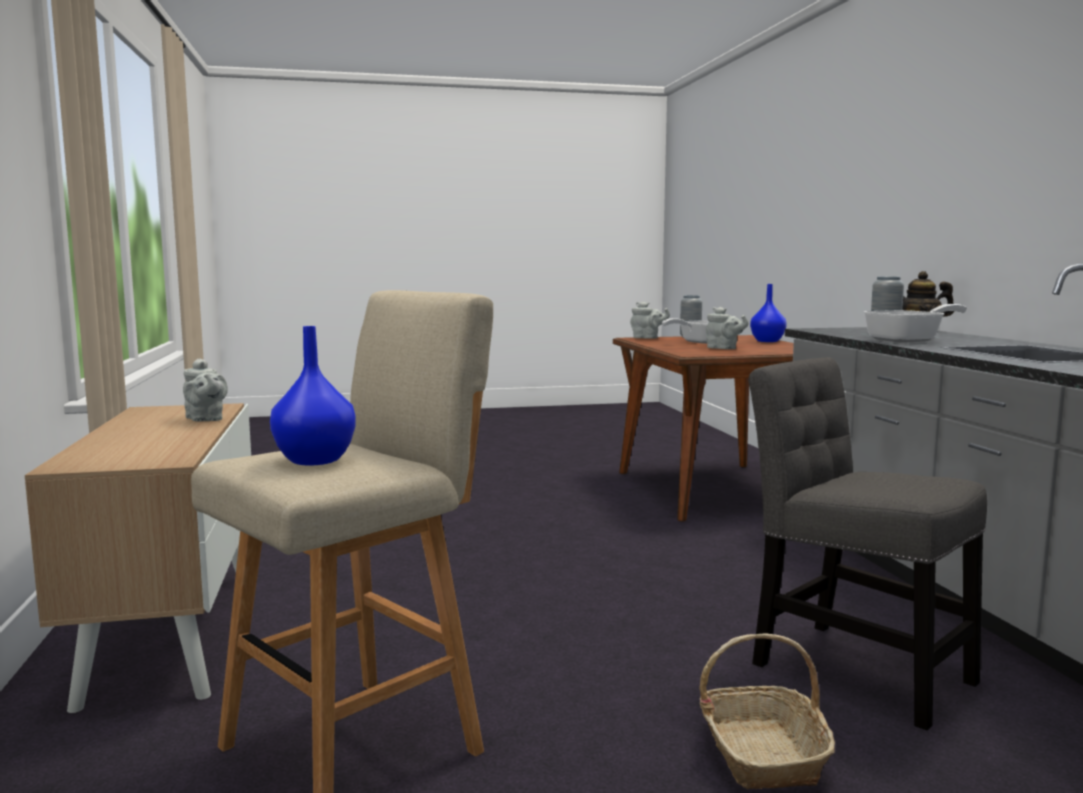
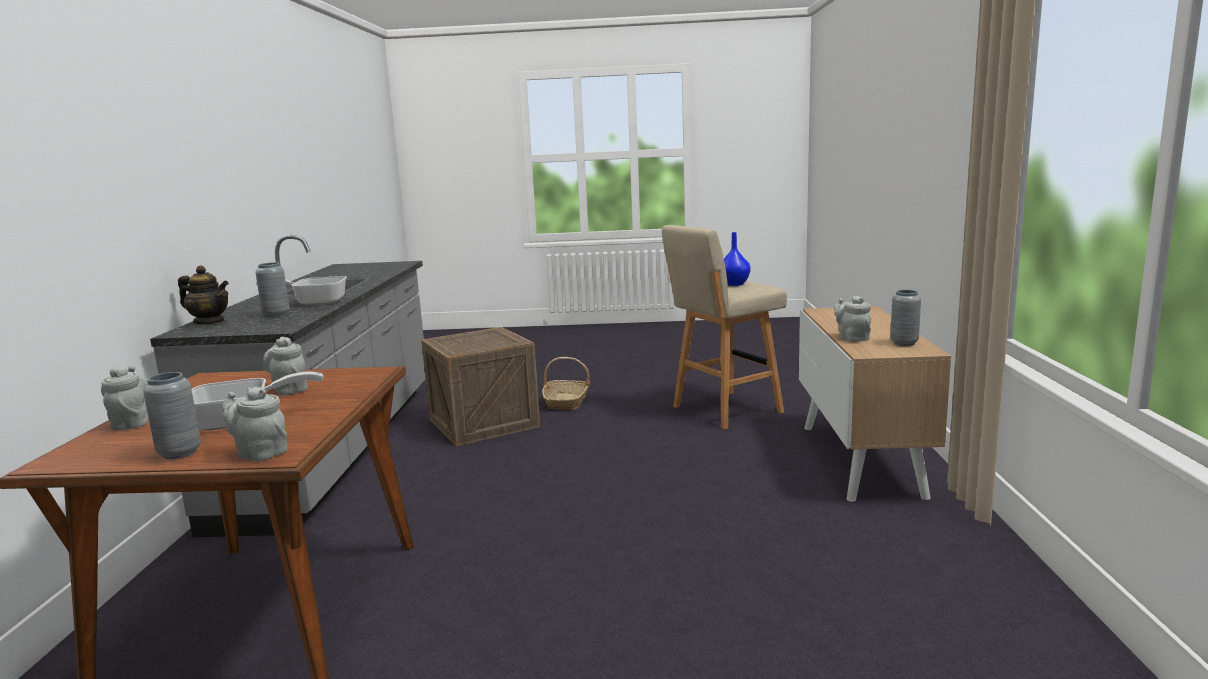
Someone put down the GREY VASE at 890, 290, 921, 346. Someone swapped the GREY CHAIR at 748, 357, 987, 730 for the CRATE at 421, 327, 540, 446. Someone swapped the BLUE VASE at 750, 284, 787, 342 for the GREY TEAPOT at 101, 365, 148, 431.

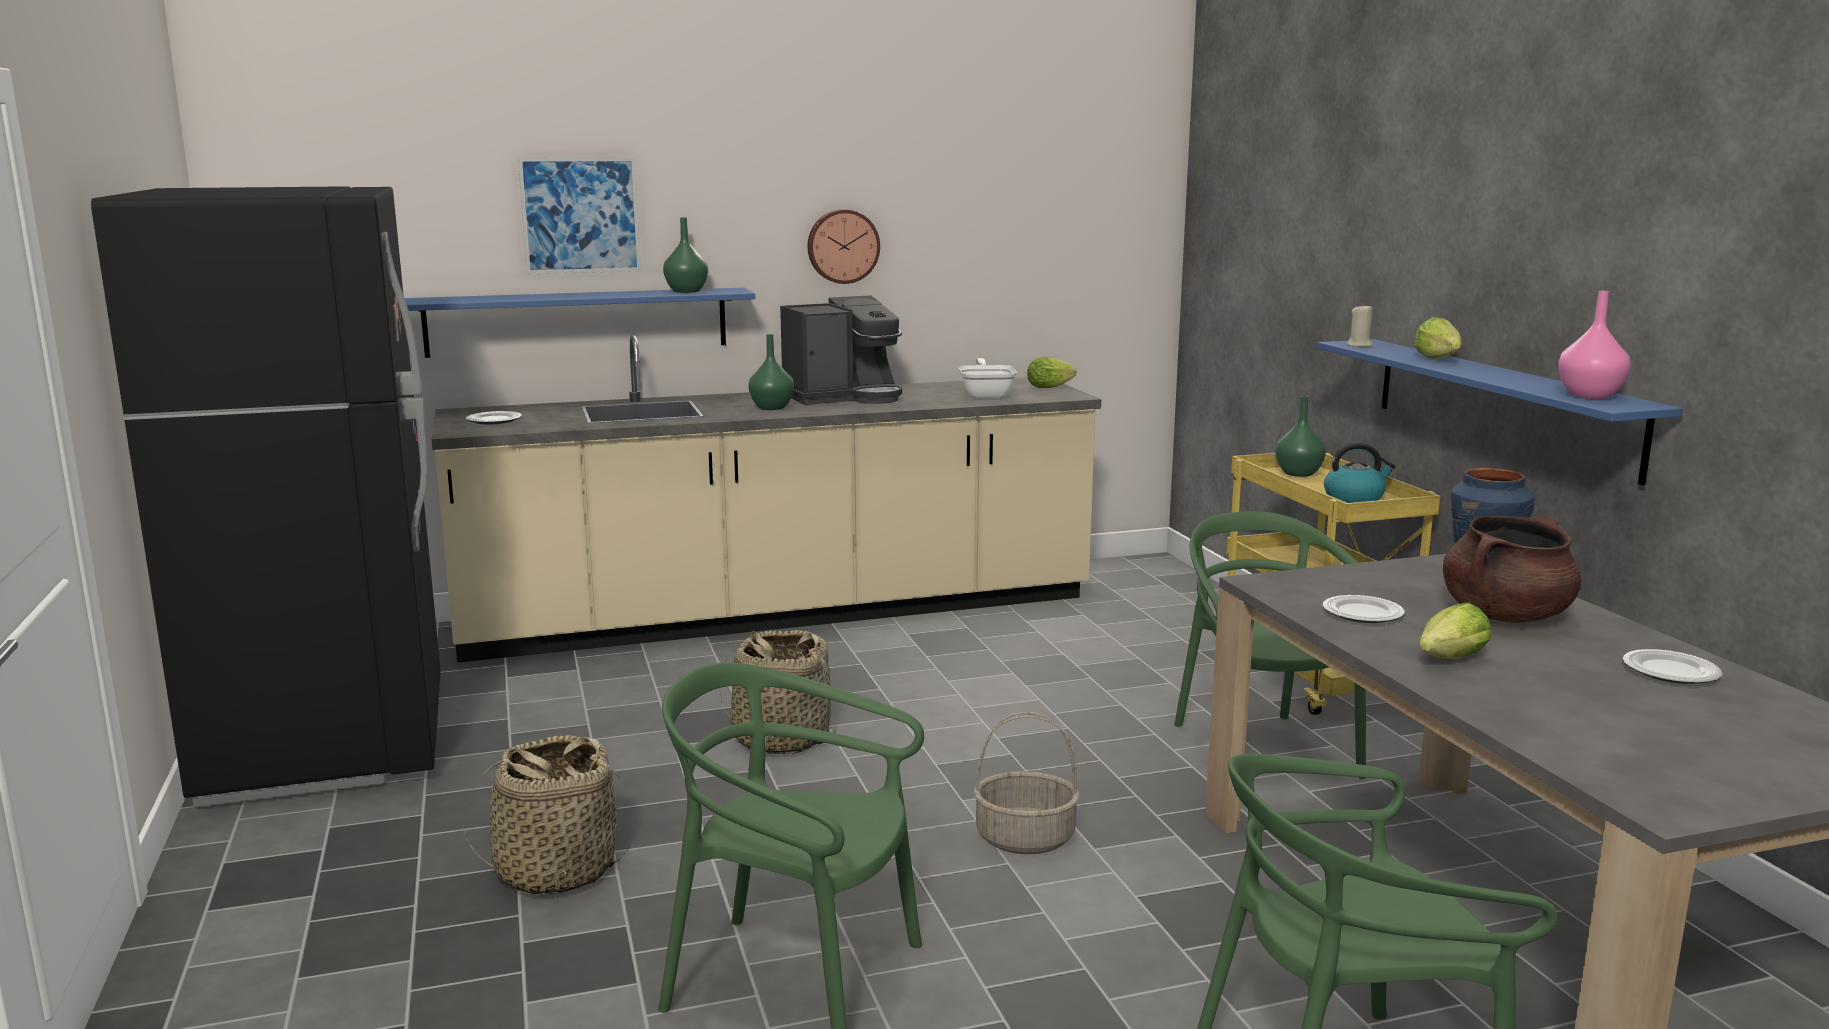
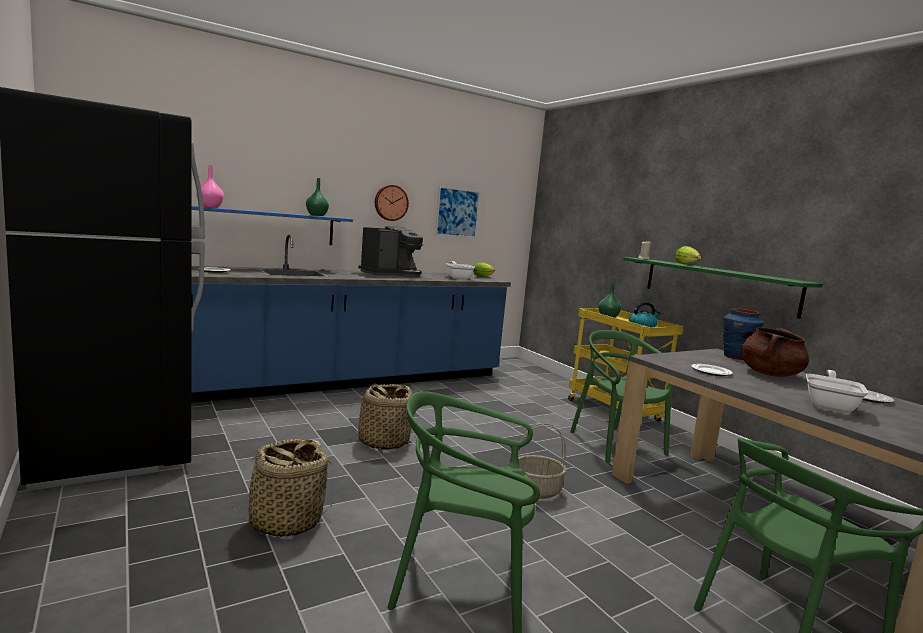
Someone took away the GREEN VASE at 748, 334, 794, 410. Someone took away the LETTUCE at 1419, 602, 1491, 659. Someone put down the FRYING PAN at 806, 370, 869, 413. Someone carried the PICTURE from 518, 157, 641, 274 to 435, 186, 480, 238. Someone carried the PINK VASE from 1558, 291, 1630, 399 to 196, 165, 224, 208. Someone repainted the BEIGE COUNTER at 431, 335, 1101, 663, which became the BLUE COUNTER at 191, 234, 511, 403. Someone repainted the BLUE SHELF at 1317, 339, 1683, 486, which became the GREEN SHELF at 623, 257, 823, 319.

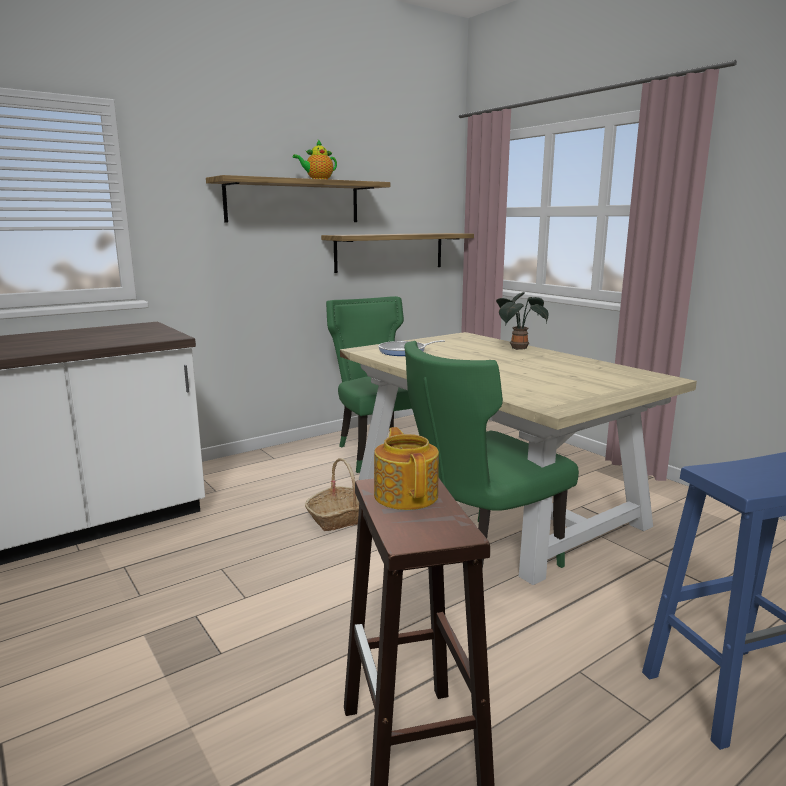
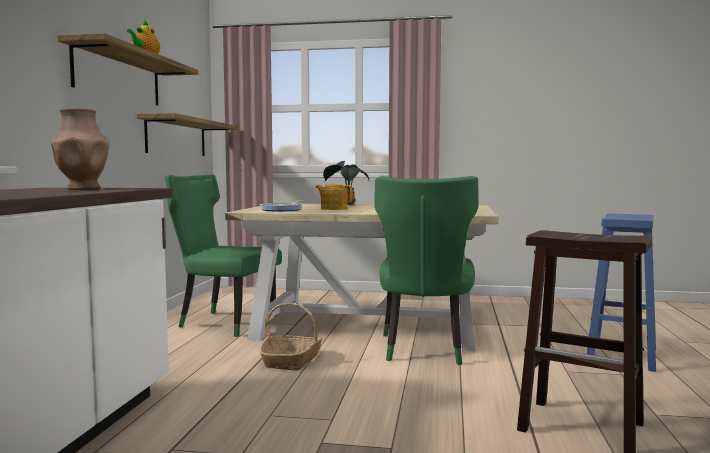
Someone put down the BROWN VASE at 51, 108, 109, 190. Someone carried the TEAPOT from 374, 427, 439, 510 to 315, 185, 353, 210.

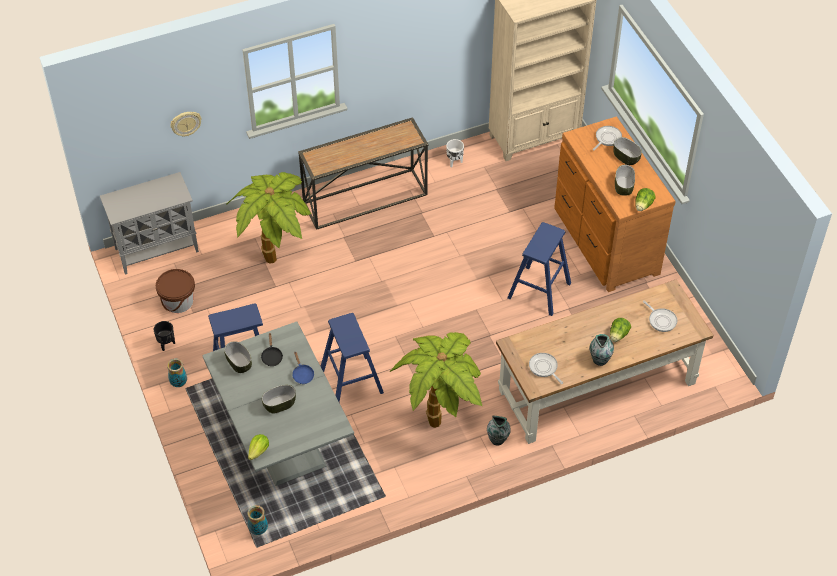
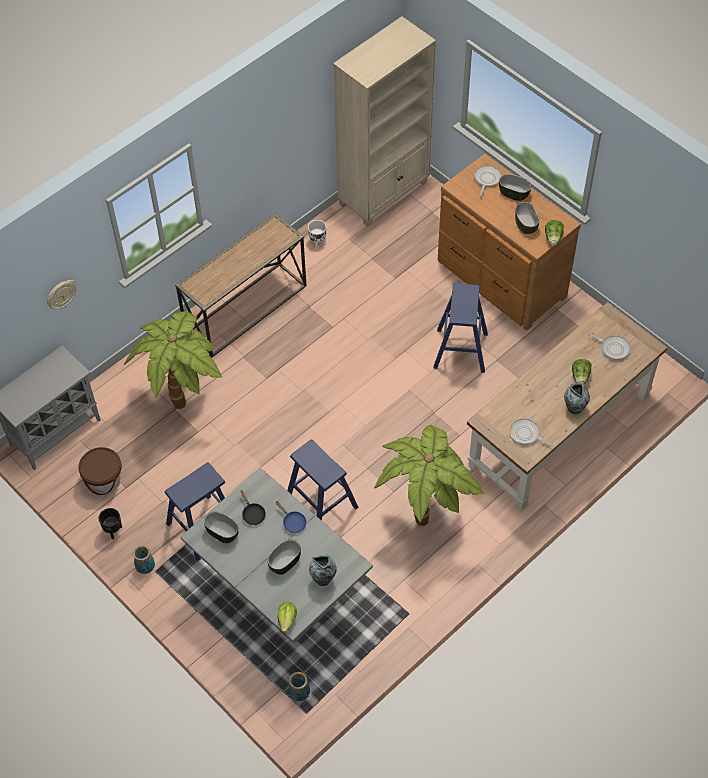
Someone carried the VASE from 487, 416, 511, 446 to 309, 555, 337, 586.

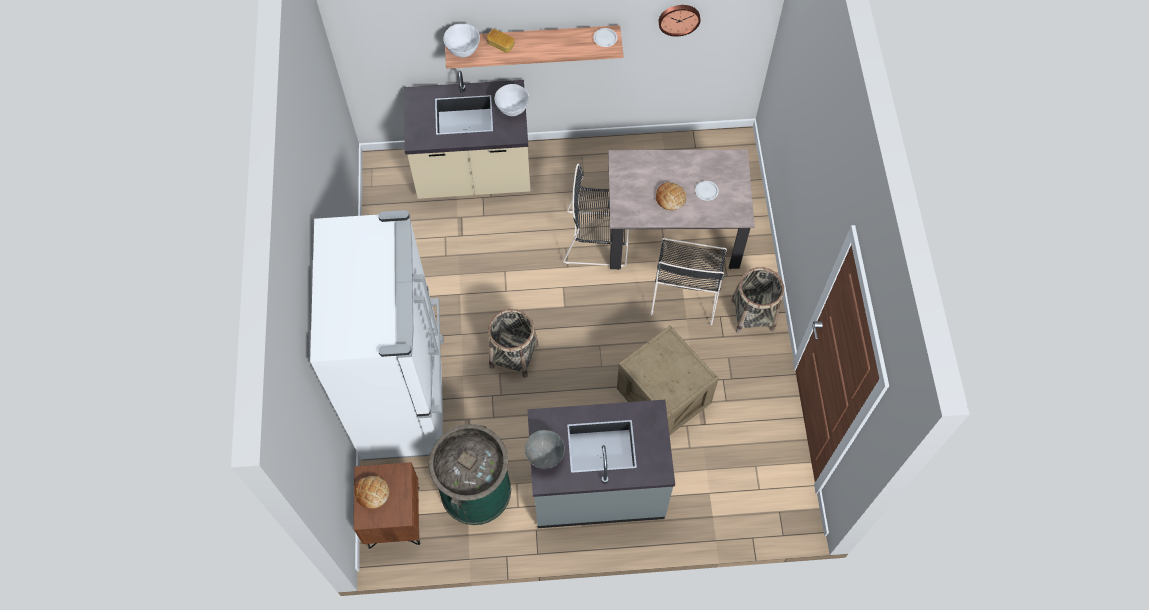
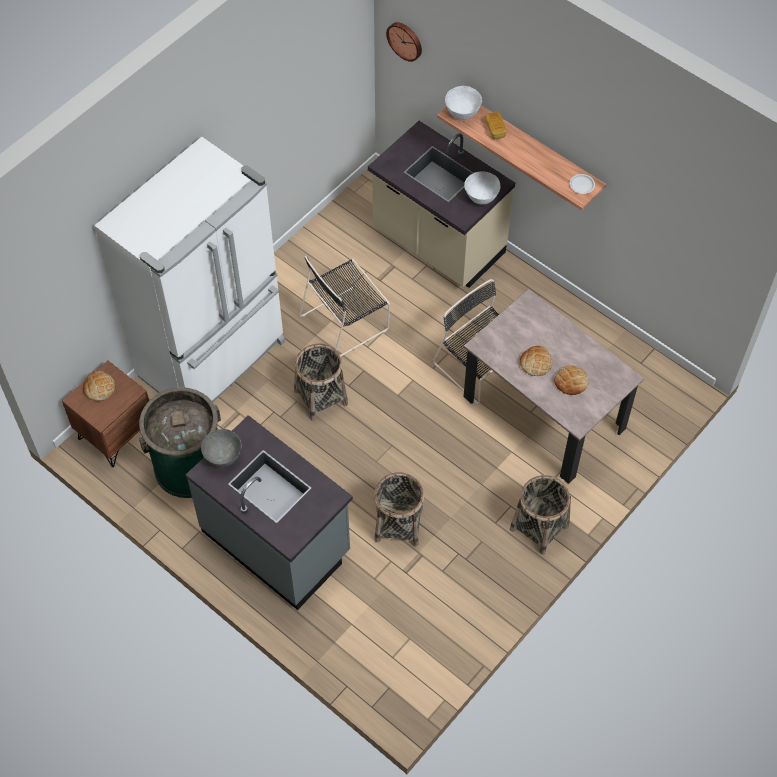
Someone carried the BLACK CHAIR from 651, 238, 727, 326 to 300, 256, 390, 357. Someone carried the WALL CLOCK from 659, 5, 701, 37 to 386, 22, 422, 62. Someone swapped the CRATE at 617, 326, 719, 435 for the BASKET at 374, 472, 424, 547. Someone swapped the WHITE PLATE at 695, 181, 719, 201 for the BREAD at 554, 365, 589, 395.

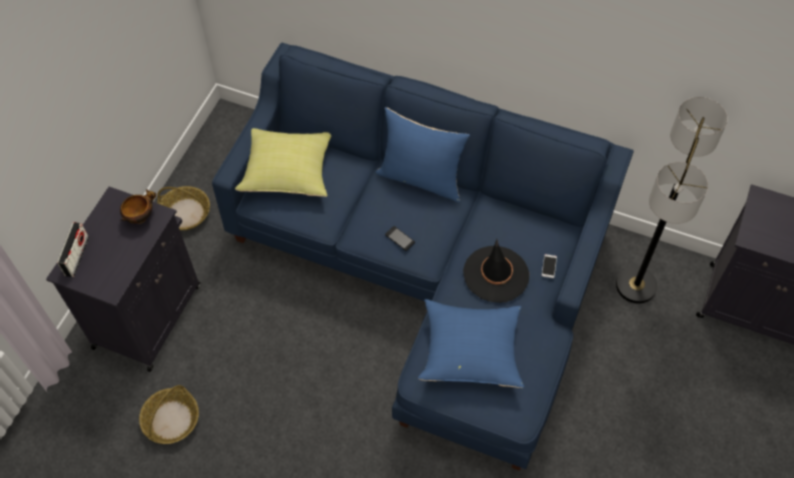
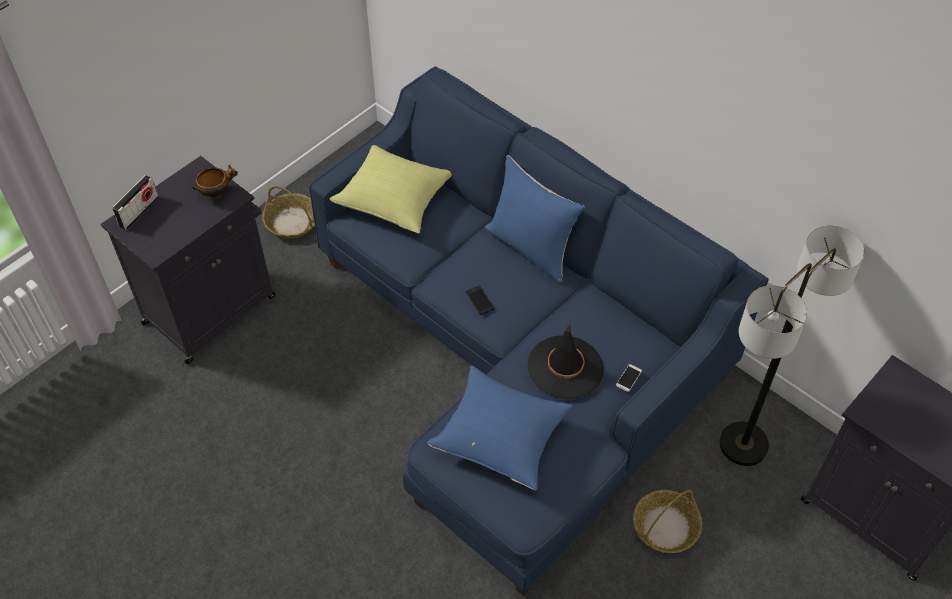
Someone carried the BASKET from 139, 385, 199, 444 to 633, 490, 702, 553.

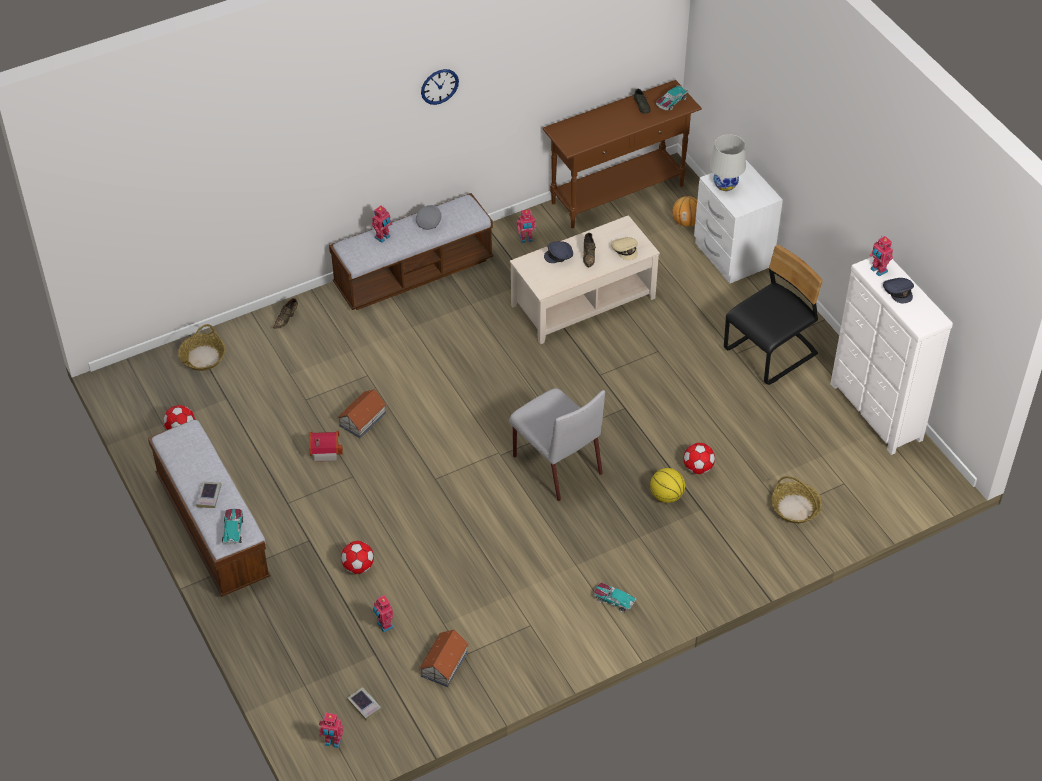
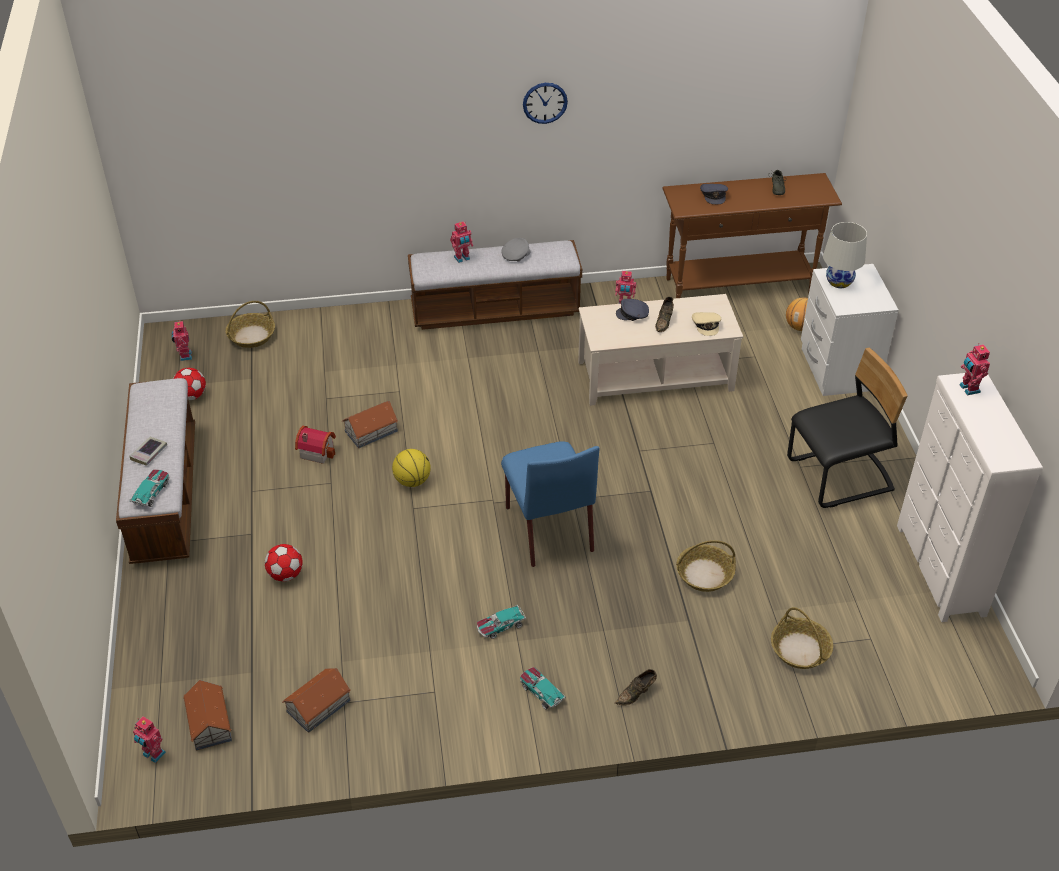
Someone carried the BROWN SHOE from 273, 298, 298, 329 to 615, 669, 657, 706. Someone carried the TOY ROBOT from 373, 595, 394, 633 to 172, 320, 192, 361. Someone carried the BASKETBALL from 650, 468, 685, 503 to 392, 449, 431, 487. Someone carried the TOY CAR from 656, 85, 688, 110 to 477, 605, 526, 639. Someone carried the GREY CAP from 883, 278, 914, 303 to 700, 184, 728, 204. Someone swapped the BOOK at 347, 687, 382, 720 for the TOY HOUSE at 183, 680, 232, 750. Someone swapped the FOOTBALL at 683, 443, 715, 474 for the BASKET at 676, 540, 736, 592. Someone repainted the GREY CHAIR at 509, 388, 605, 501, which became the BLUE CHAIR at 501, 441, 600, 567.

